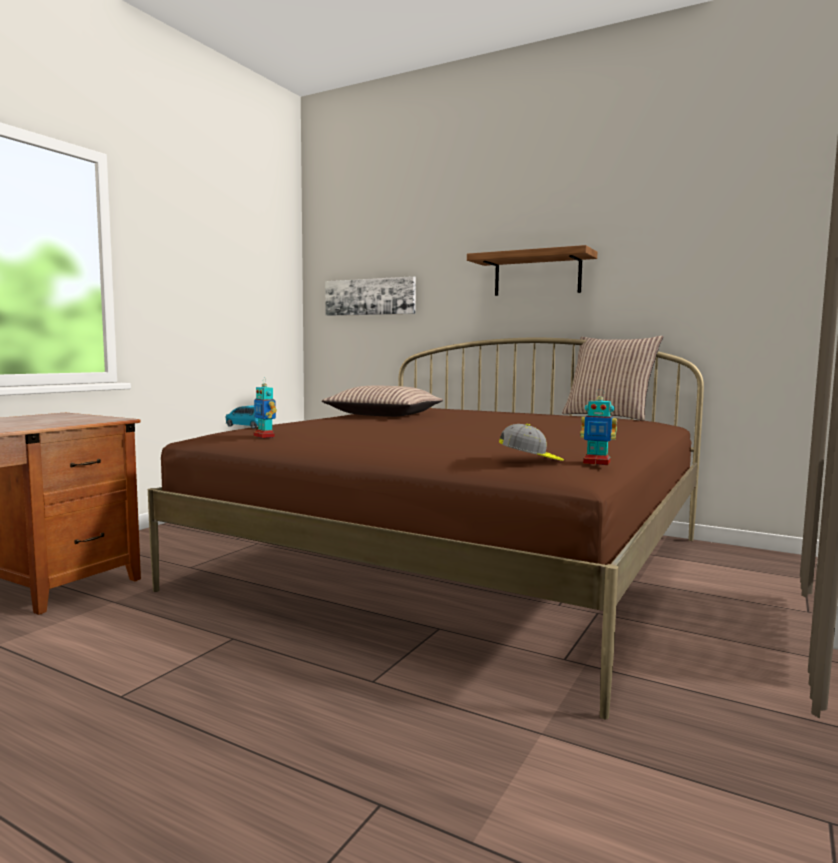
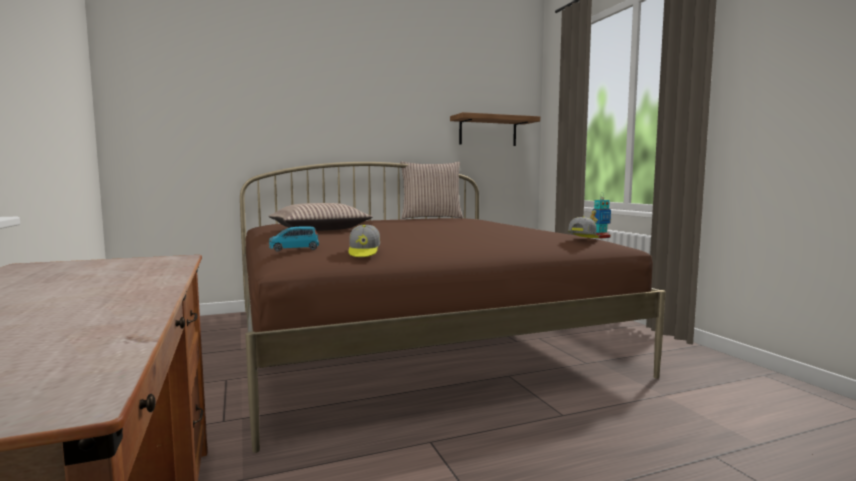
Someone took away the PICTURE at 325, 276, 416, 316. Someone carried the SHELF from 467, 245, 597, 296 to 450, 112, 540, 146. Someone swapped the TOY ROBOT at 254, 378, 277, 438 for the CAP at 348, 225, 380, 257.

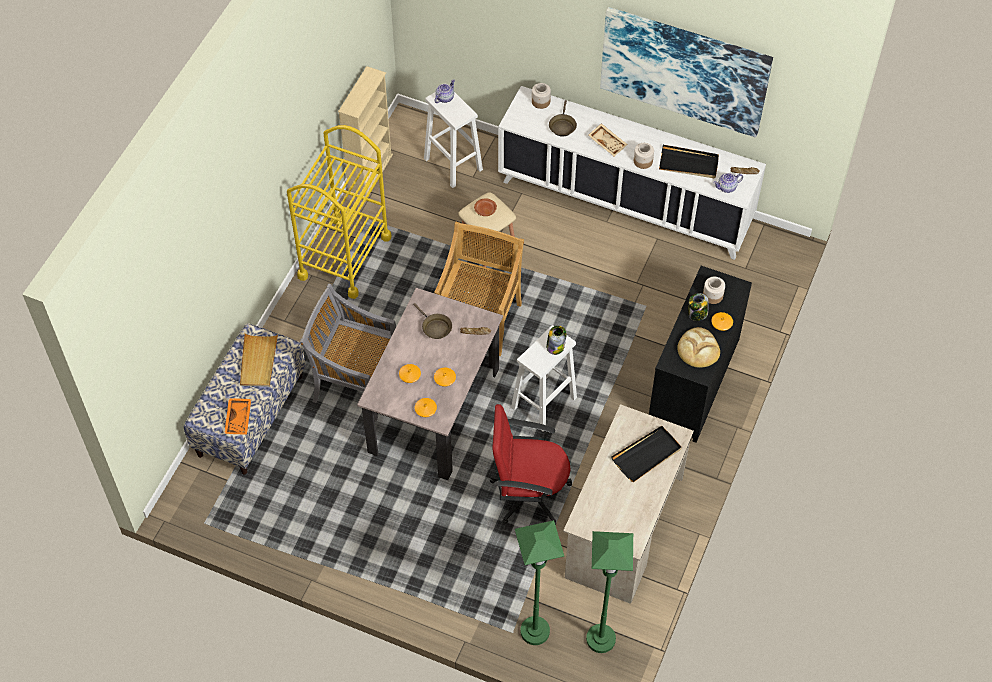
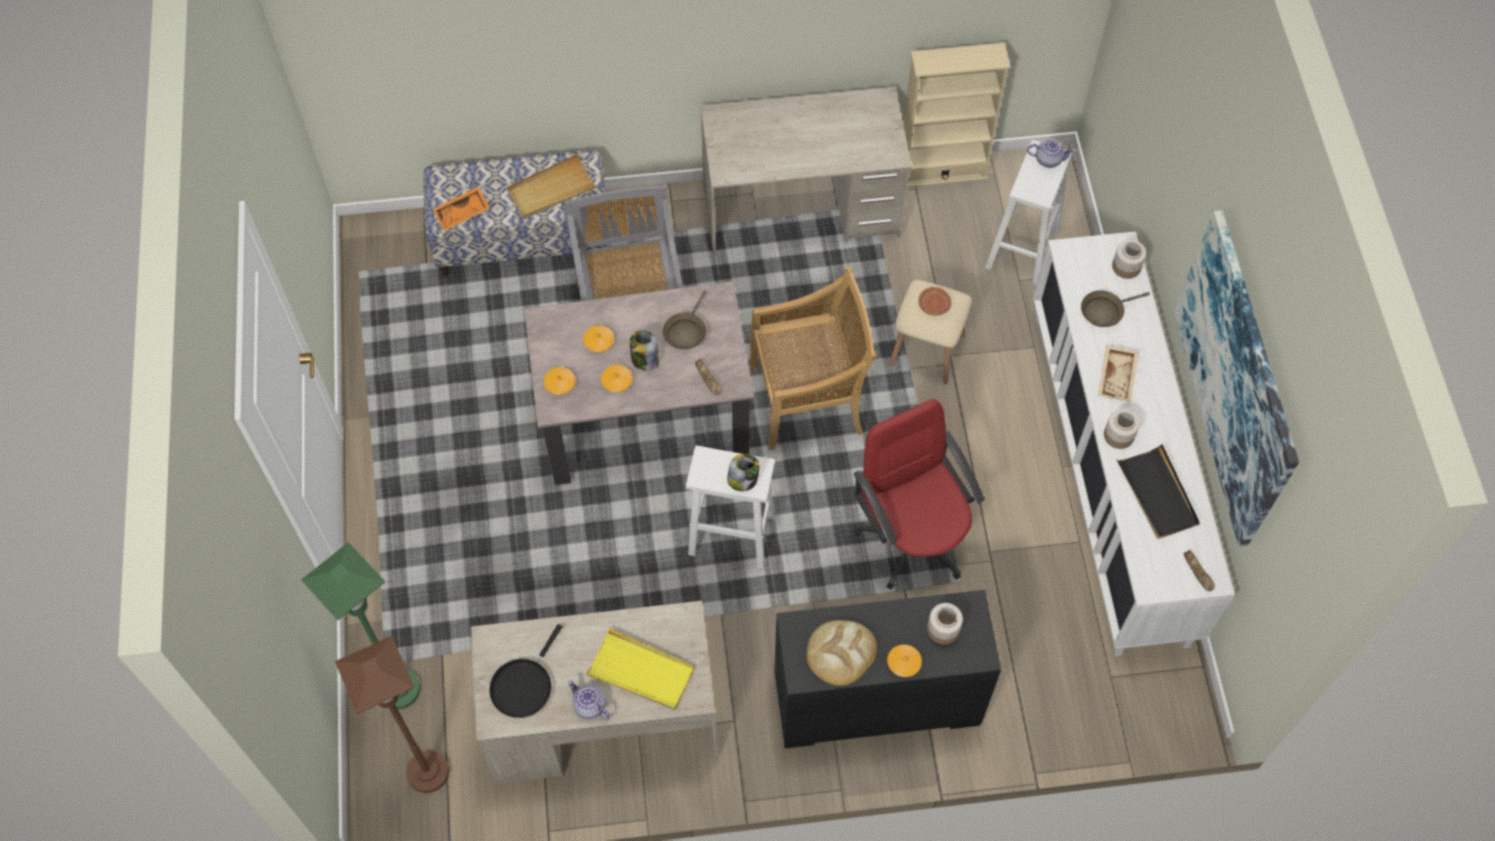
Someone put down the BLACK FRYING PAN at 489, 624, 563, 718. Someone carried the RED OFFICE CHAIR from 490, 404, 572, 525 to 853, 399, 985, 590. Someone carried the JAR from 688, 293, 709, 321 to 630, 330, 659, 371. Someone carried the TEAPOT from 713, 173, 743, 193 to 567, 680, 610, 720. Someone swapped the YELLOW CART at 287, 125, 391, 299 for the BEIGE DESK at 700, 86, 912, 256. Someone repainted the GREEN FLOOR LAMP at 586, 531, 633, 653, which became the BROWN FLOOR LAMP at 335, 636, 449, 793. Someone repainted the BLACK TRAY at 611, 426, 682, 482, which became the YELLOW TRAY at 585, 627, 695, 710.

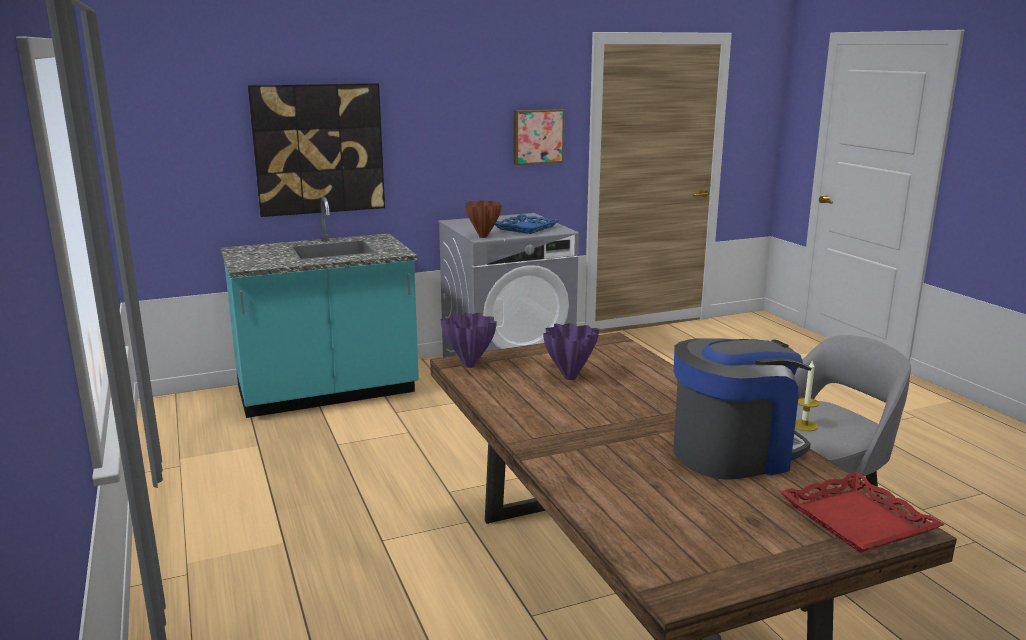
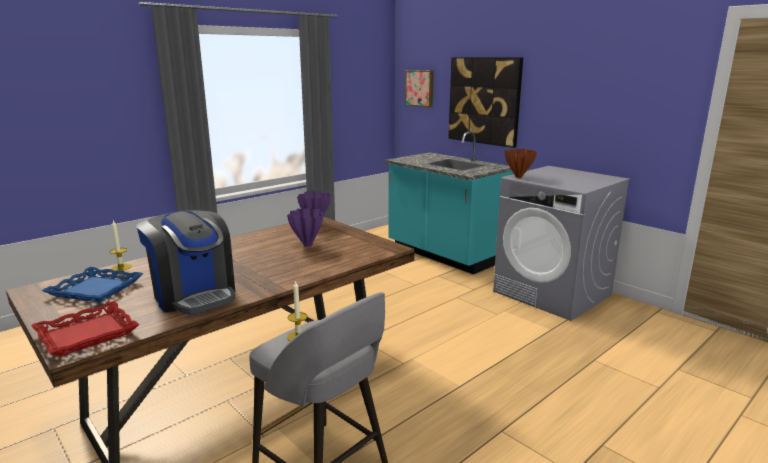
Someone put down the CANDLE at 110, 220, 132, 271. Someone carried the BLUE TRAY from 495, 214, 559, 234 to 42, 267, 143, 302. Someone carried the PICTURE from 514, 109, 565, 165 to 405, 70, 434, 107.

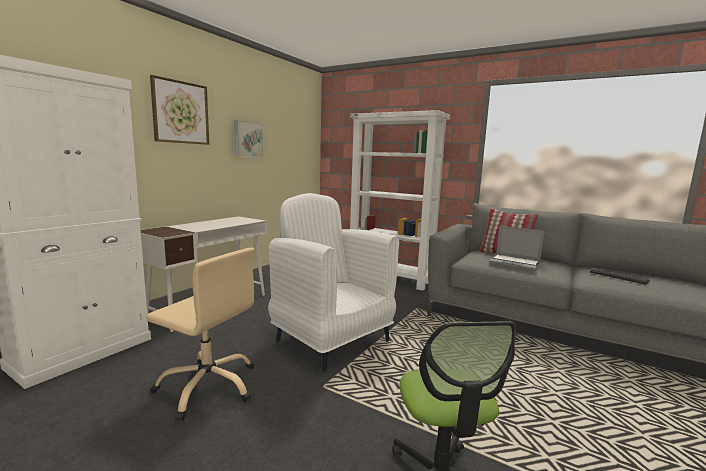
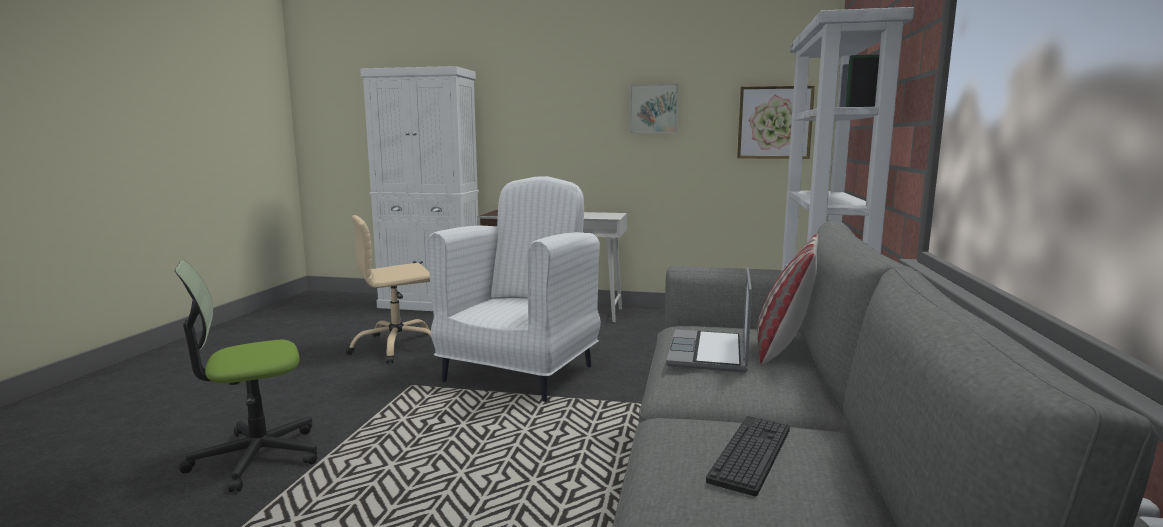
Someone carried the PICTURE from 150, 75, 209, 145 to 737, 85, 815, 159. Someone rotated the BEIGE OFFICE CHAIR at 146, 248, 254, 421 by 60 degrees clockwise.

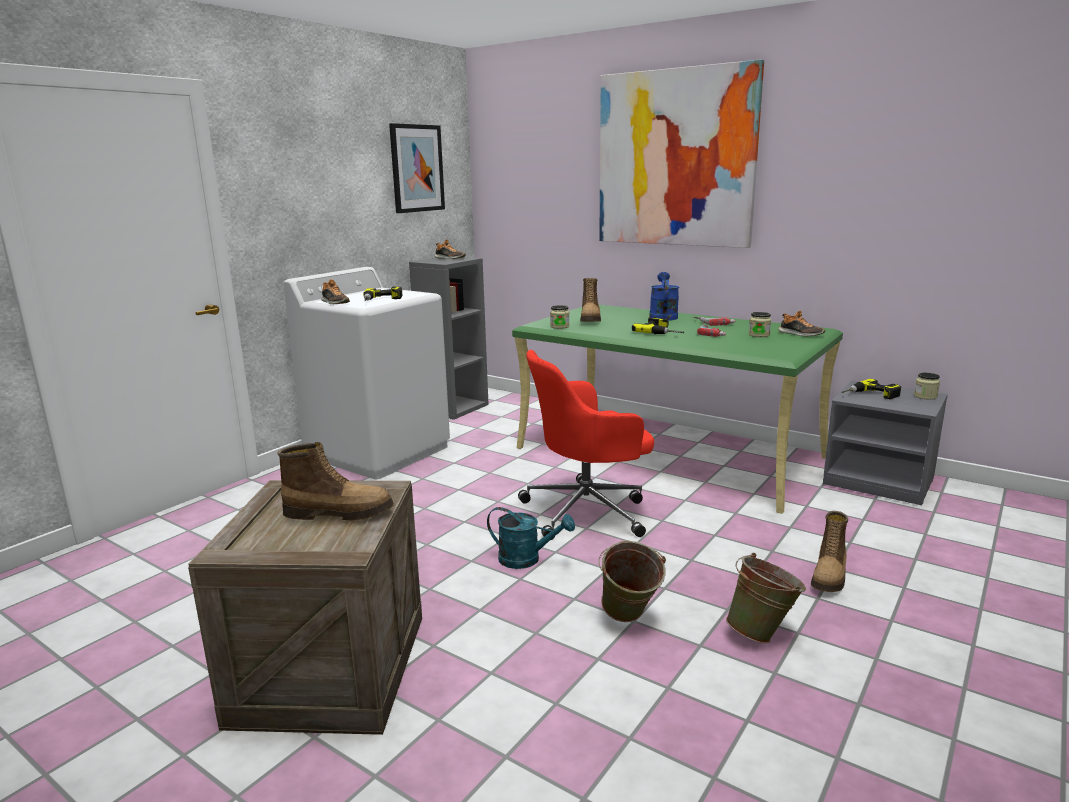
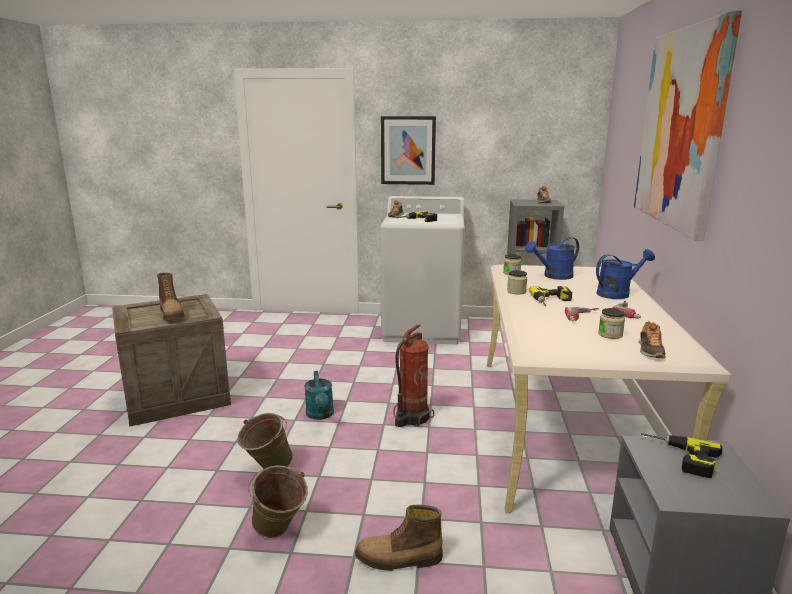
Someone carried the PICTURE from 389, 123, 445, 213 to 381, 116, 436, 185. Someone carried the JAR from 914, 372, 940, 400 to 507, 270, 527, 294. Someone swapped the RED OFFICE CHAIR at 518, 350, 654, 540 for the FIRE EXTINGUISHER at 393, 324, 434, 427. Someone swapped the BOOT at 580, 278, 601, 322 for the BLUE WATERING CAN at 525, 237, 579, 280. Someone repainted the GREEN DESK at 512, 305, 843, 514, which became the BEIGE DESK at 487, 265, 731, 513.

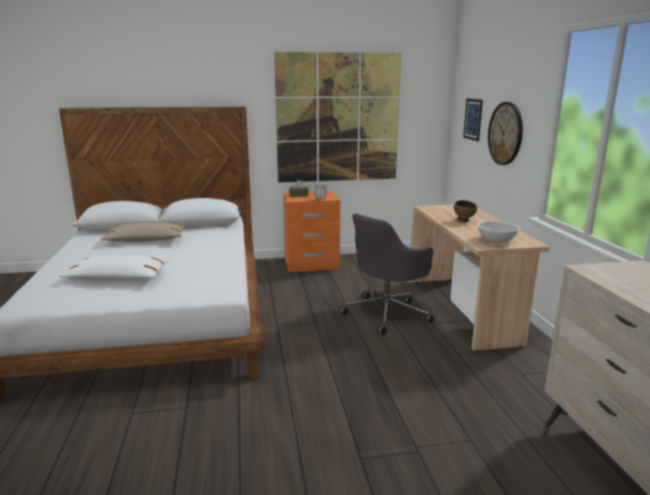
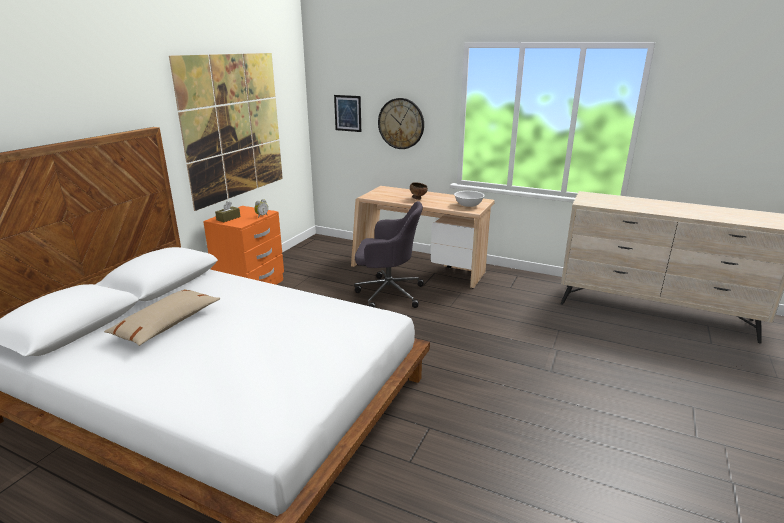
Someone took away the WHITE PILLOW at 58, 256, 169, 280. Someone rotated the GREY OFFICE CHAIR at 339, 213, 434, 335 by 75 degrees counterclockwise.

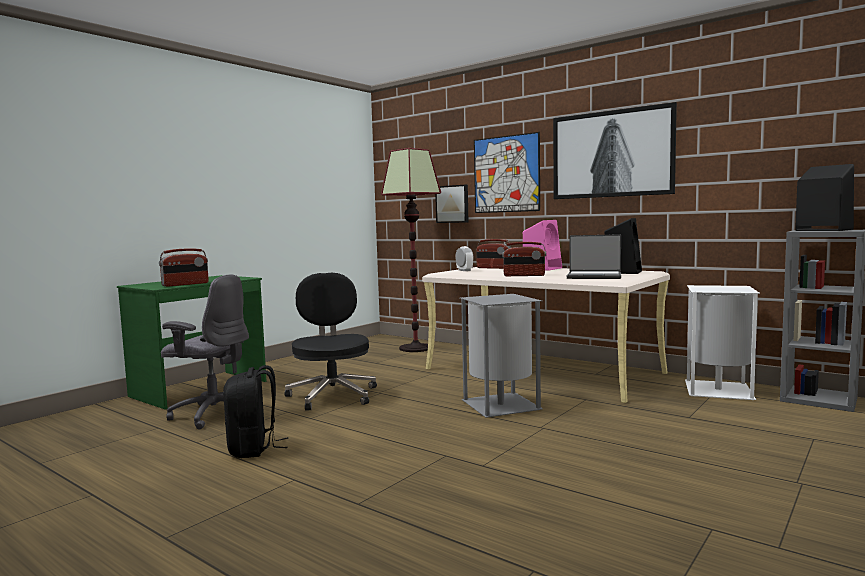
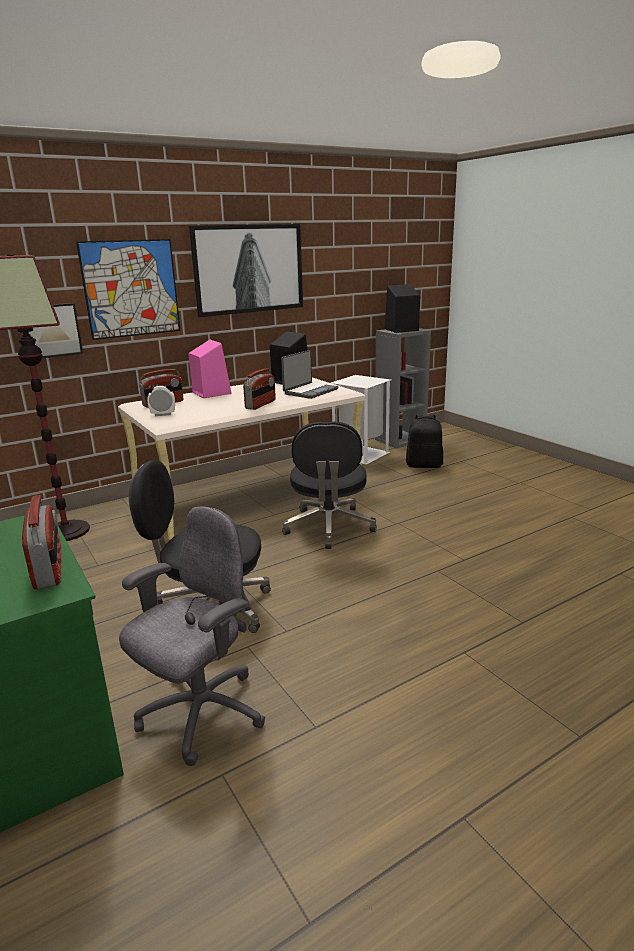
Someone carried the BLACK BACKPACK from 223, 365, 288, 458 to 406, 414, 443, 468. Someone swapped the GREY TRASH CAN at 460, 294, 543, 418 for the BLACK OFFICE CHAIR at 282, 421, 377, 549.

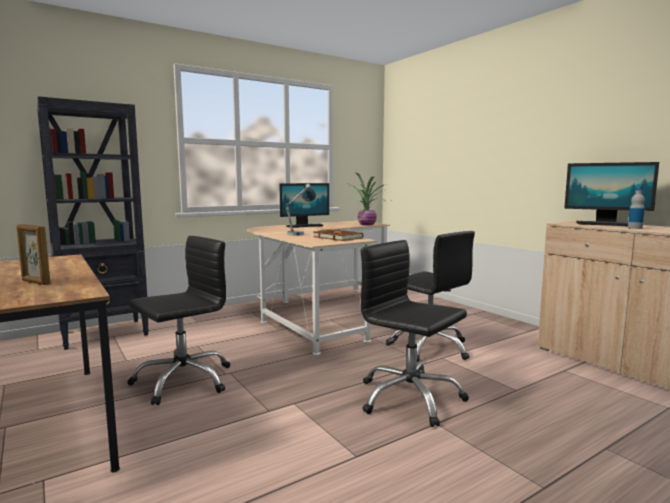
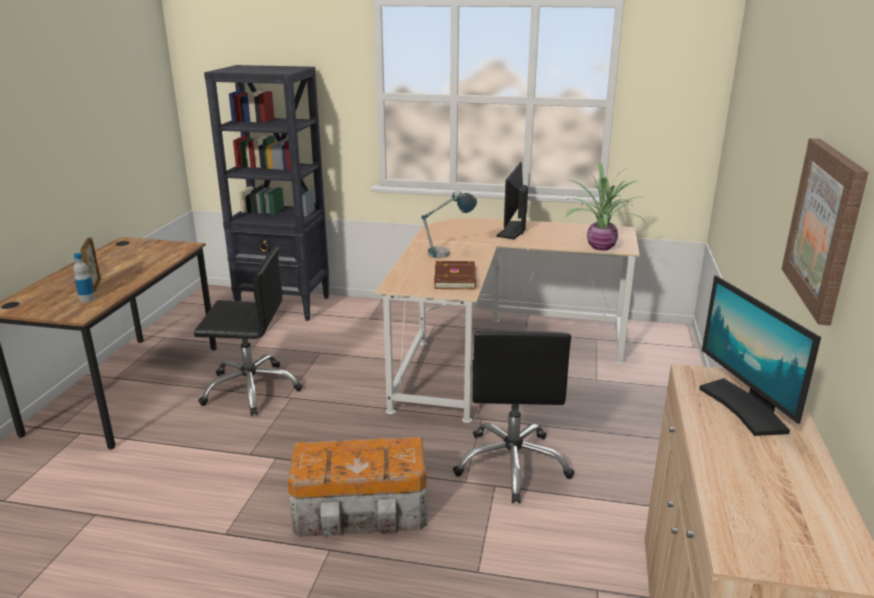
Someone put up the PICTURE at 782, 138, 869, 325. Someone carried the BOTTLE from 628, 187, 645, 229 to 73, 253, 95, 302. Someone swapped the BLACK OFFICE CHAIR at 360, 240, 469, 427 for the STORAGE BOX at 288, 437, 427, 537. Someone rotated the MONITOR at 279, 183, 329, 228 by 90 degrees clockwise.

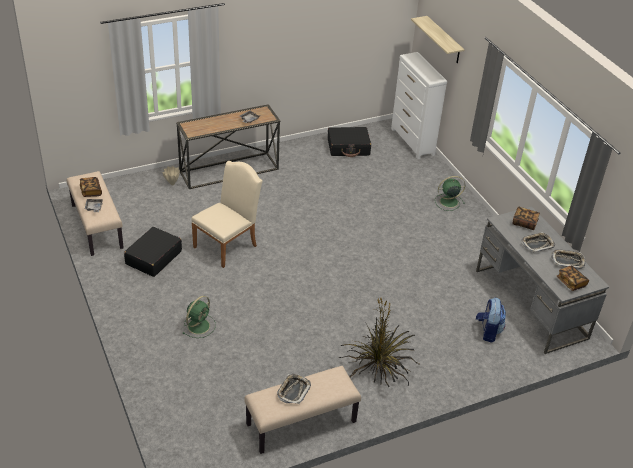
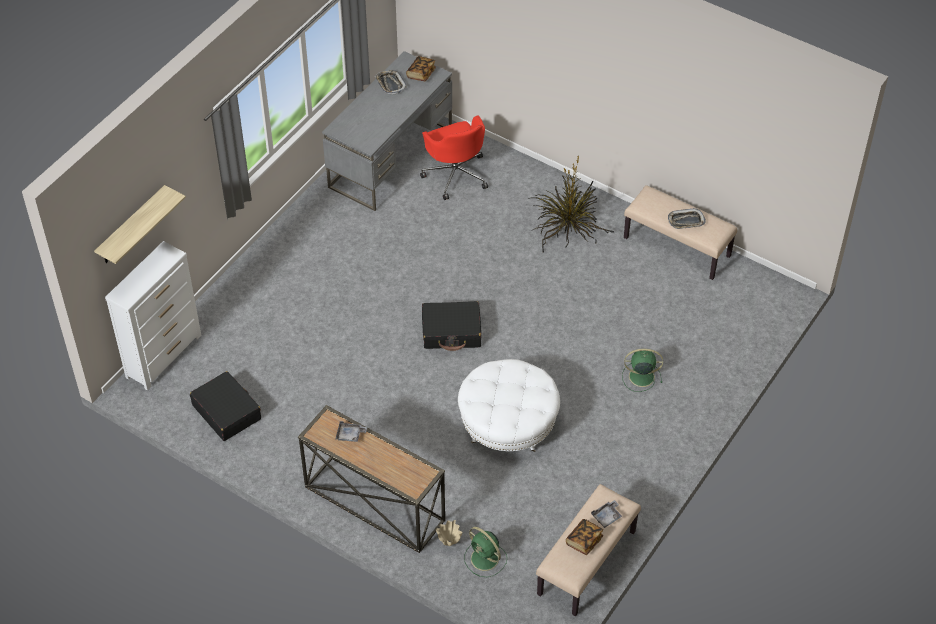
Someone took away the BOOK at 512, 207, 540, 230. Someone took away the TRAY at 521, 232, 555, 252. Someone carried the BLACK SUITCASE from 124, 227, 182, 277 to 422, 301, 481, 351. Someone carried the GREEN FAN from 435, 176, 465, 211 to 464, 527, 507, 577. Someone swapped the BEIGE CHAIR at 191, 161, 263, 268 for the WHITE OTTOMAN at 458, 359, 560, 452. Someone swapped the BACKPACK at 476, 298, 506, 343 for the RED OFFICE CHAIR at 420, 115, 488, 200.

